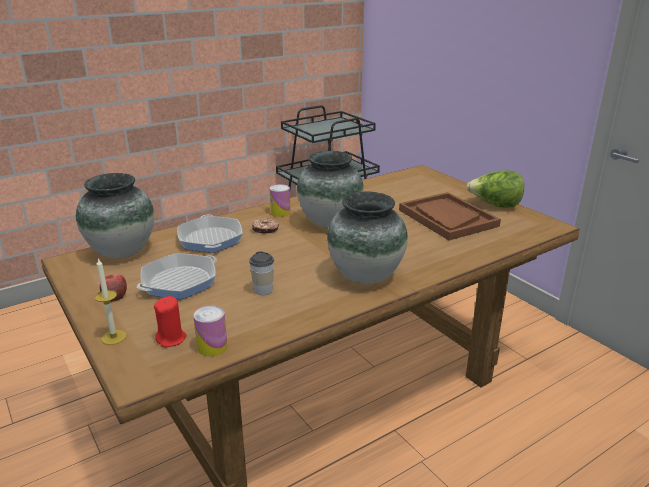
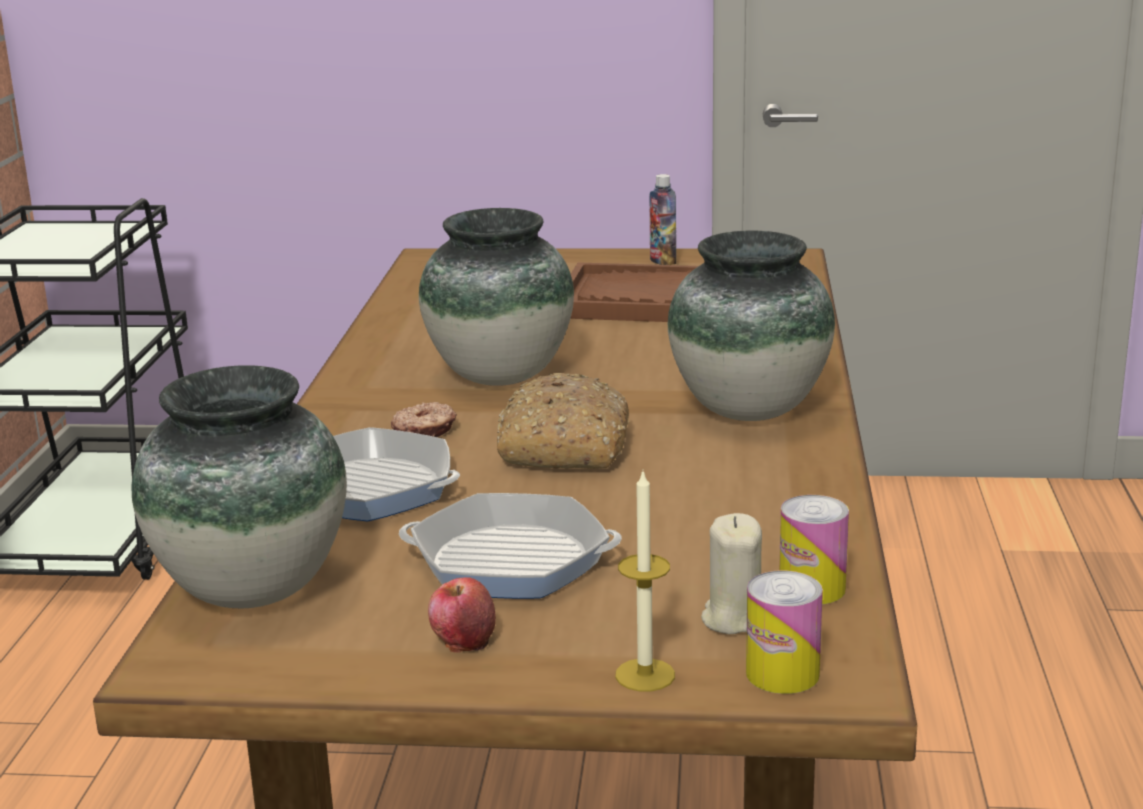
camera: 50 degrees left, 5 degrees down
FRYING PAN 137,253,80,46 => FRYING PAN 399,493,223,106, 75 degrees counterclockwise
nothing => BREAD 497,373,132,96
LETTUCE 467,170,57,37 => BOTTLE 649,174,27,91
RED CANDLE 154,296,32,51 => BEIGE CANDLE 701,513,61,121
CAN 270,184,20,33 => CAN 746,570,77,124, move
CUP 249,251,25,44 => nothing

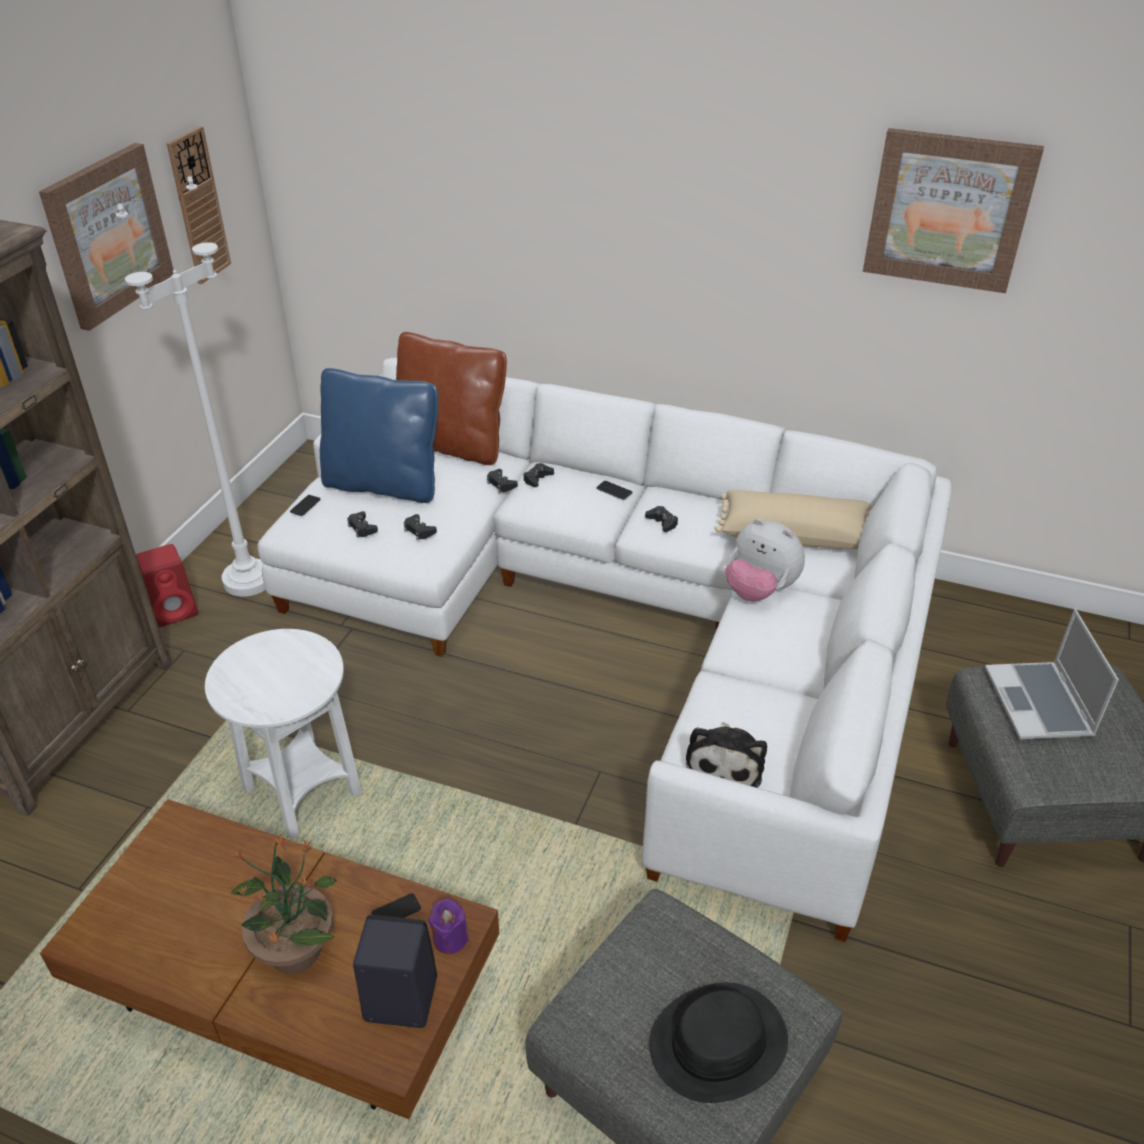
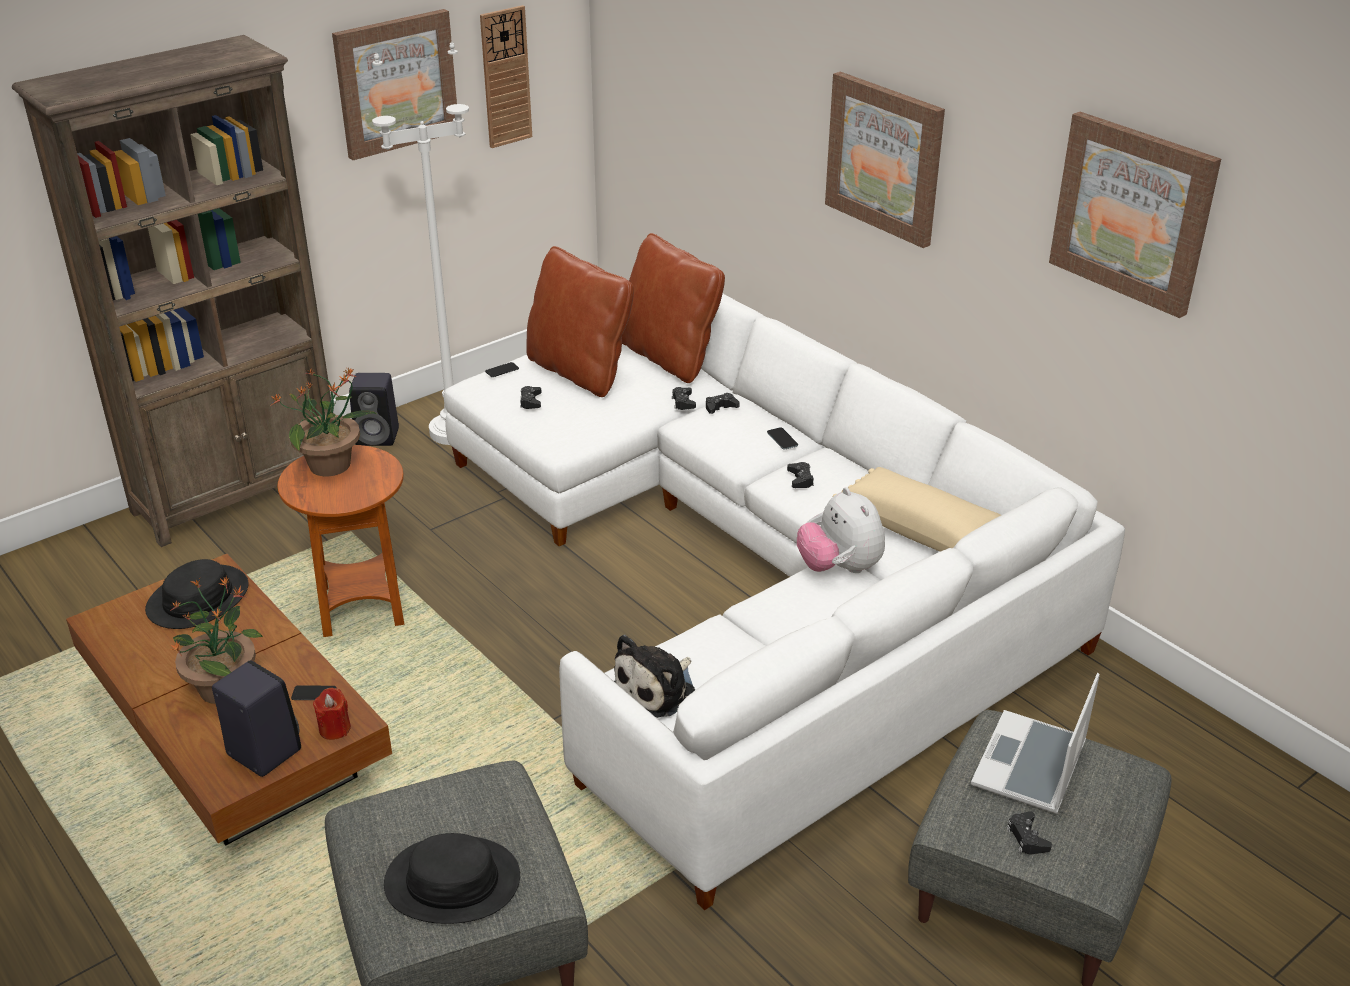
camera: 30 degrees right, 5 degrees down
nothing => BLACK HAT 145,559,104,70
nothing => POTTED PLANT 270,368,106,108
WHITE SIDE TABLE 205,629,157,211 => BROWN SIDE TABLE 277,445,127,192
PURPLE CANDLE 428,898,41,56 => RED CANDLE 313,688,38,52
RED SPEAKER 136,544,62,83 => BLACK SPEAKER 349,373,50,73
BLUE PILLOW 320,368,118,135 => BROWN PILLOW 526,246,108,151
nothing => PICTURE 825,72,120,176
BLACK GAME CONTROLLER 404,514,33,26 => BLACK GAME CONTROLLER 1006,811,46,43, move

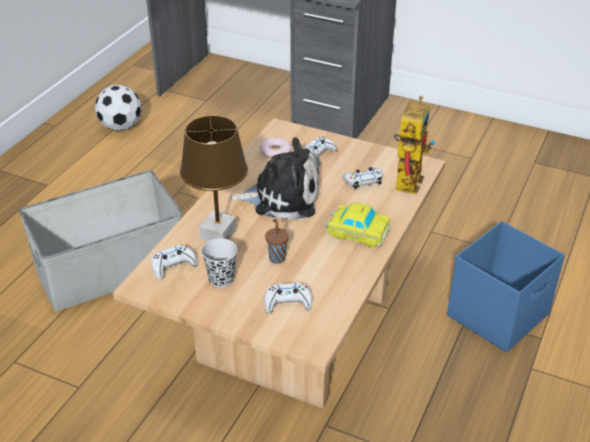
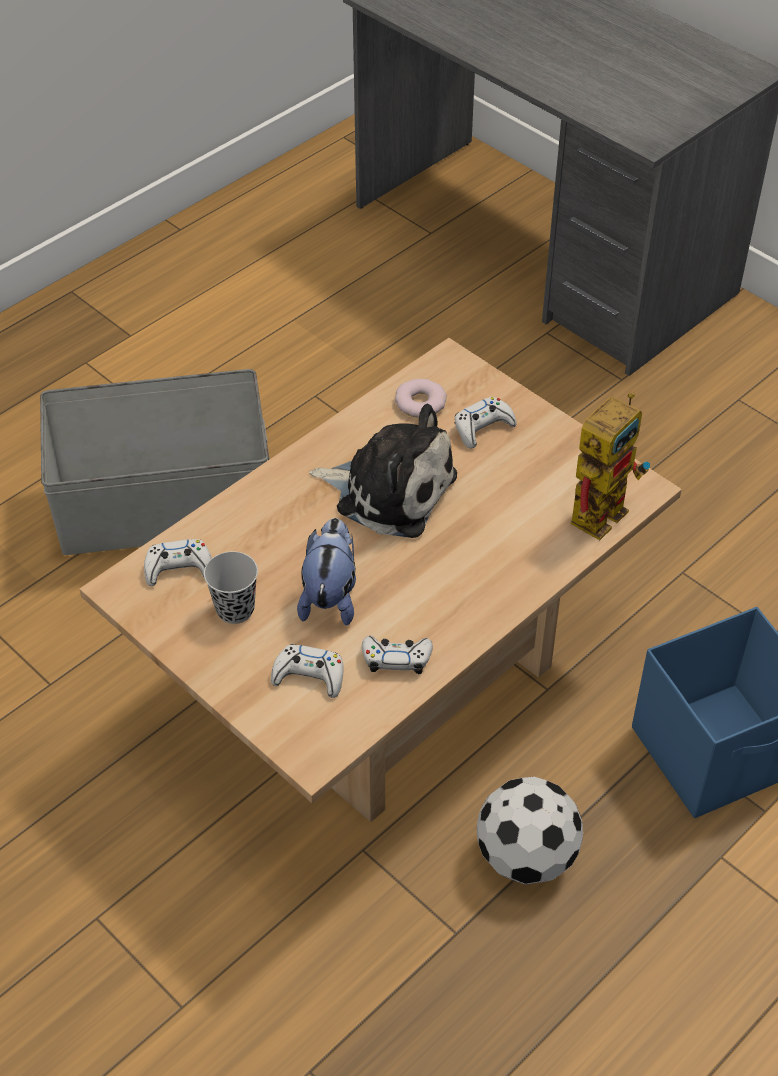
camera: 20 degrees right, 10 degrees up
BROWN CUP 265,219,24,45 => PLUSH TOY 297,518,59,108
WHITE GAME CONTROLLER 342,167,41,22 => WHITE GAME CONTROLLER 362,636,71,38, move
FOOTBALL 95,85,47,46 => FOOTBALL 477,777,106,107, move
BROWN TABLE LAMP 180,116,68,126 => nothing
TOY CAR 324,202,66,46 => nothing

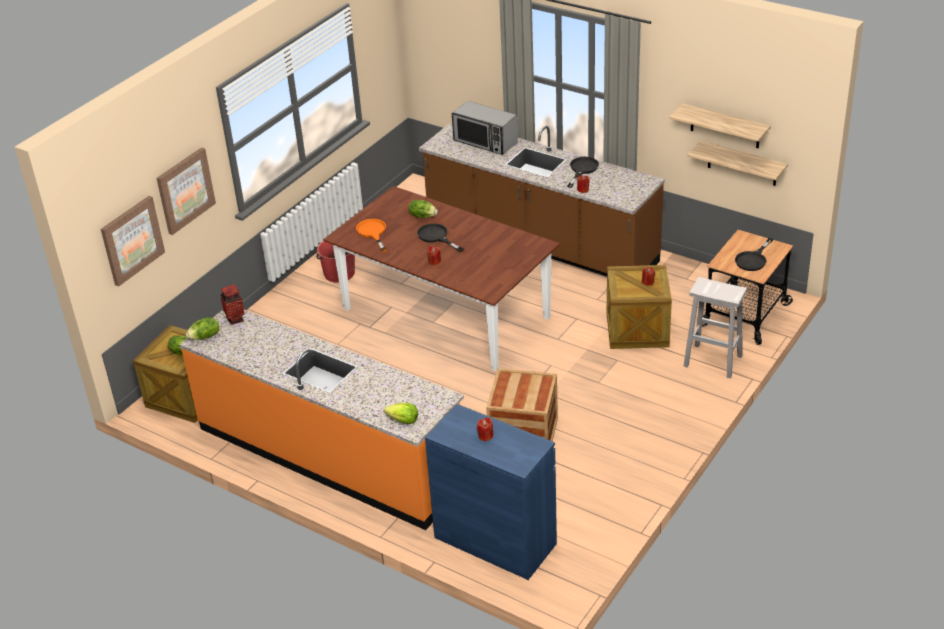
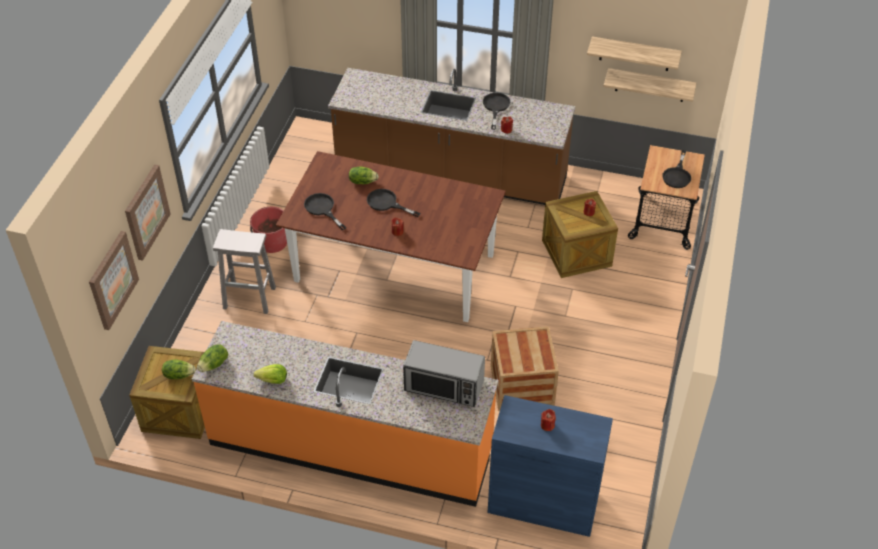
camera: 20 degrees left, 10 degrees up
WHITE STOOL 684,277,63,102 => WHITE STOOL 213,229,63,85, move
LETTUCE 384,403,34,21 => LETTUCE 253,364,34,20, move
ORANGE FRYING PAN 356,219,31,33 => BLACK FRYING PAN 304,193,42,37
MICROWAVE 452,101,66,54 => MICROWAVE 403,340,82,67, move
VASE 220,284,25,41 => nothing

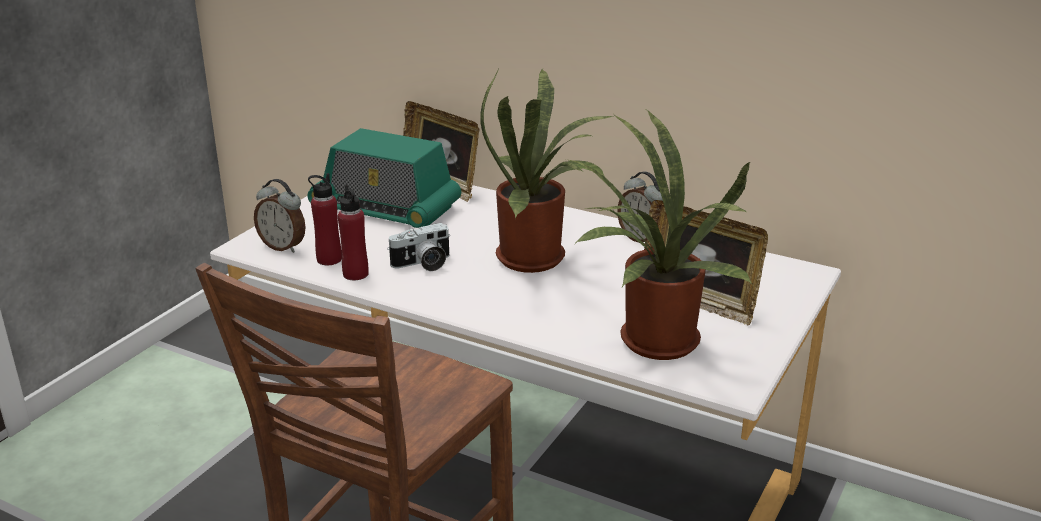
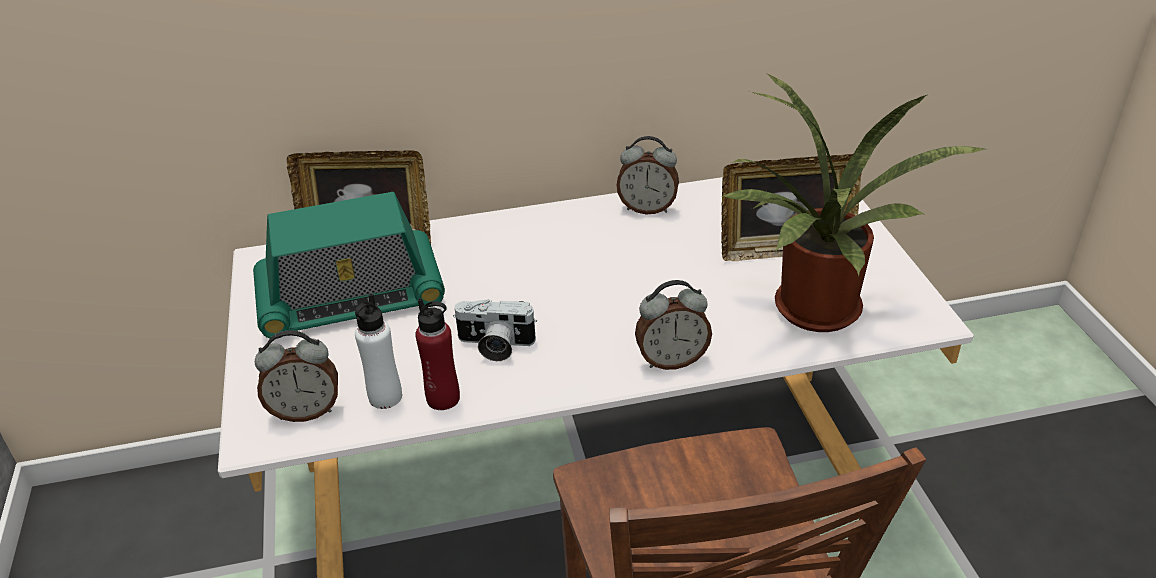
camera: 40 degrees left, 10 degrees up
RED BOTTLE 308,173,34,92 => WHITE BOTTLE 355,294,47,115
PHOTO CAMERA 387,223,63,48 => PHOTO CAMERA 453,299,84,62, 75 degrees clockwise
nothing => ALARM CLOCK 635,280,77,90
POTTED PLANT 480,69,136,204 => nothing

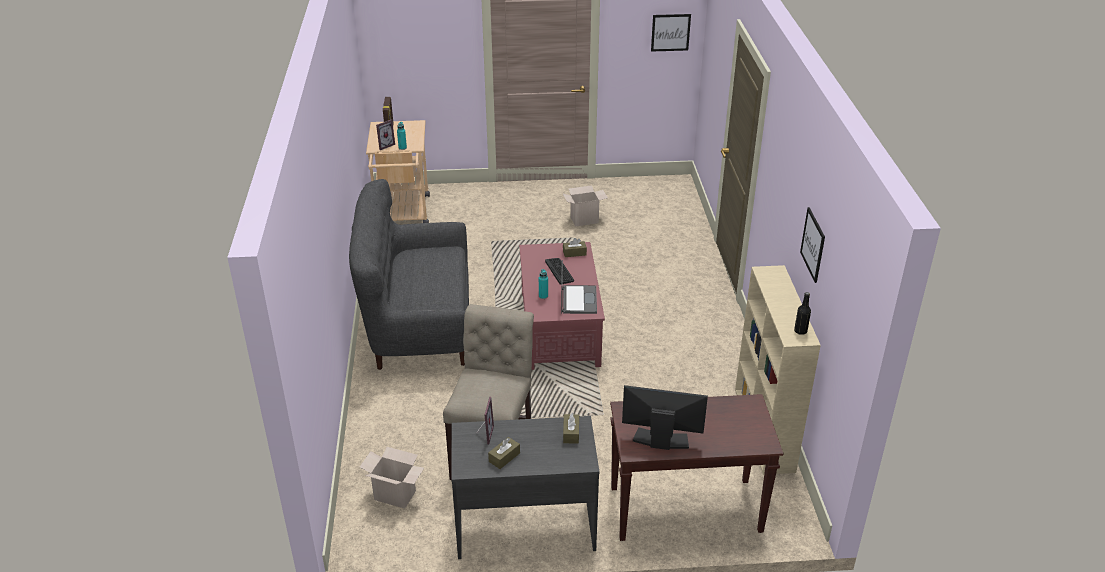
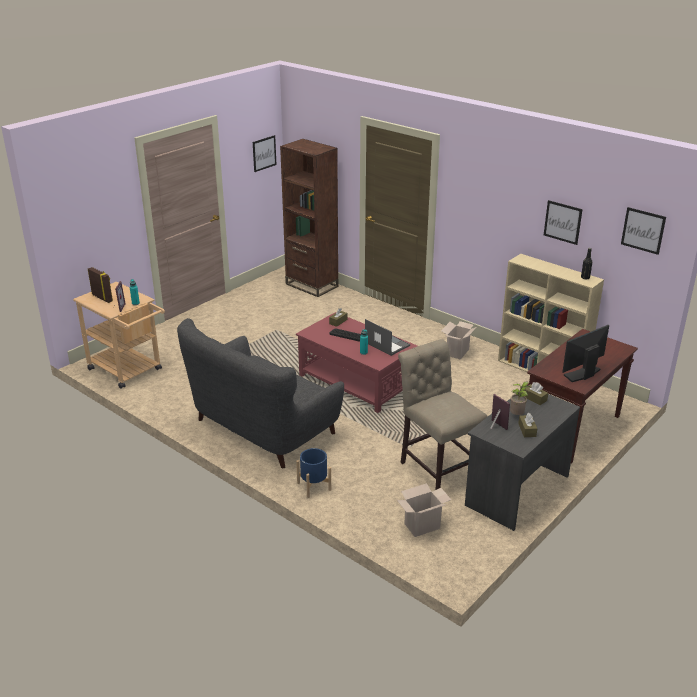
camera: 45 degrees left, 5 degrees down
nothing => BROWN BOOKCASE 280,139,59,158
nothing => BLUE PLANTER 296,448,35,50
CARDBOARD BOX 563,185,45,42 => CARDBOARD BOX 441,321,36,39, move
nothing => POTTED PLANT 510,382,20,33
nothing => PICTURE 621,207,45,48

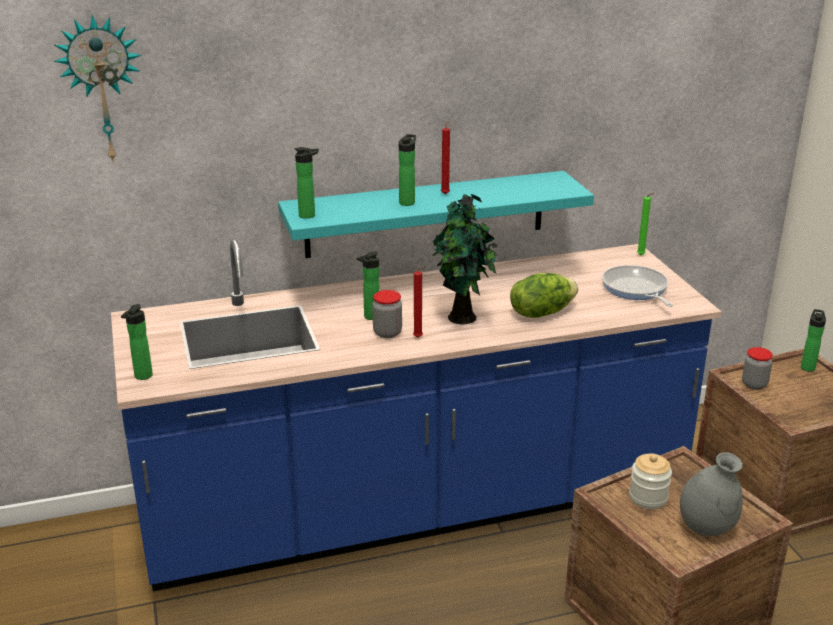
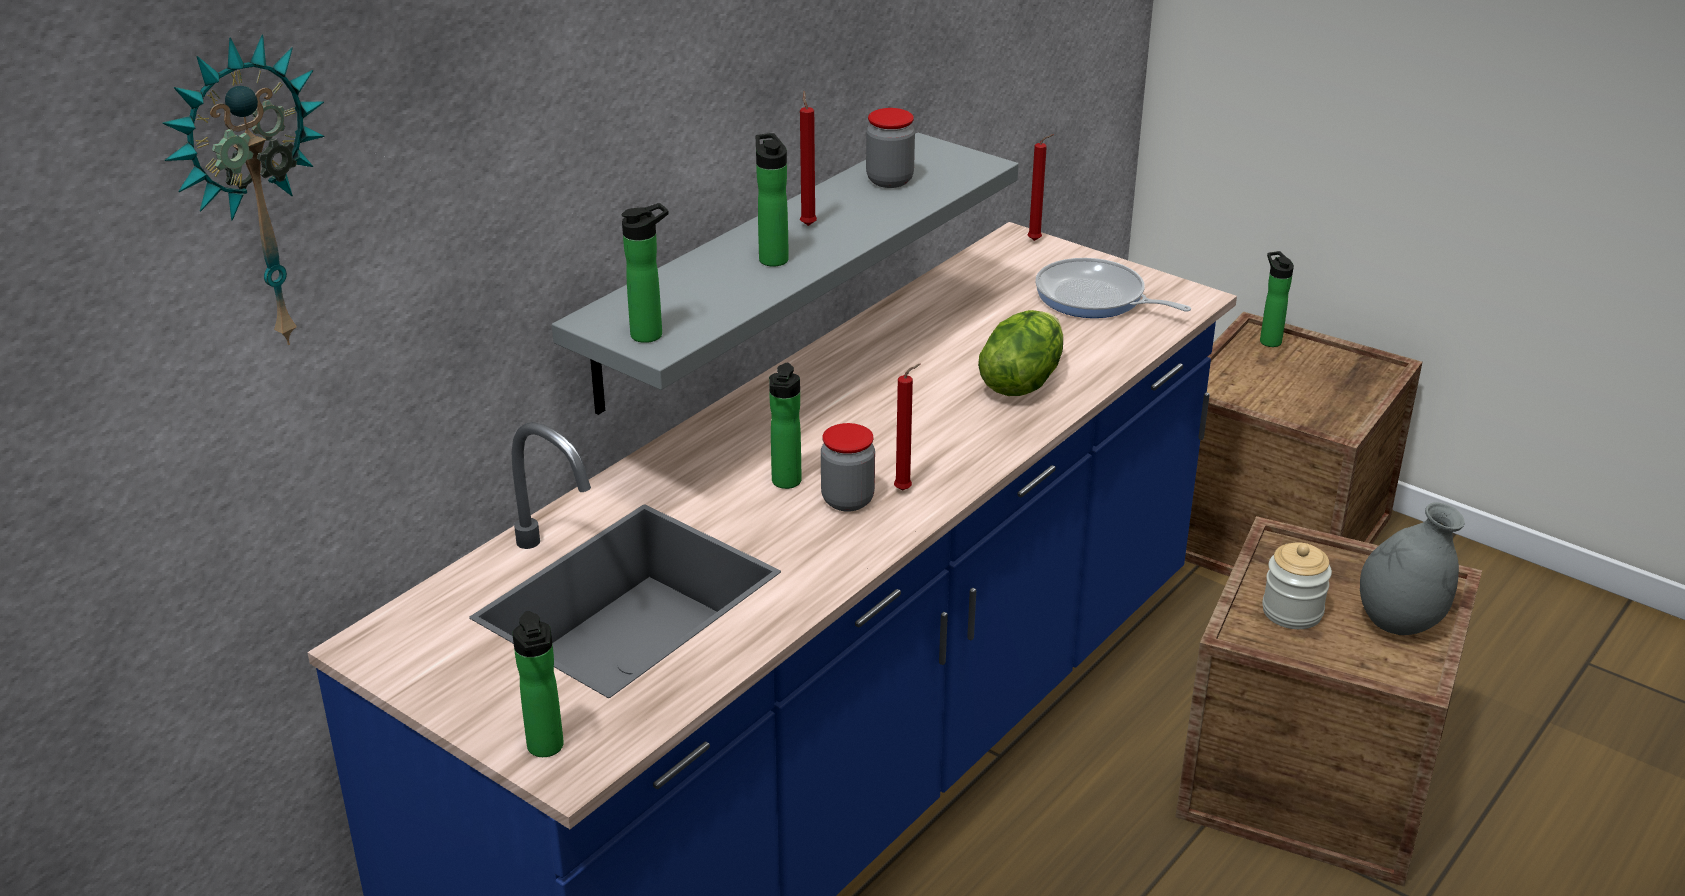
camera: 35 degrees left, 5 degrees up
TURQUOISE SHELF 278,171,316,87 => GREY SHELF 552,133,467,282
JAR 742,347,31,43 => JAR 866,108,49,80, move
GREEN CANDLE 637,193,17,62 => RED CANDLE 1028,134,26,107
POTTED PLANT 432,194,66,130 => nothing

